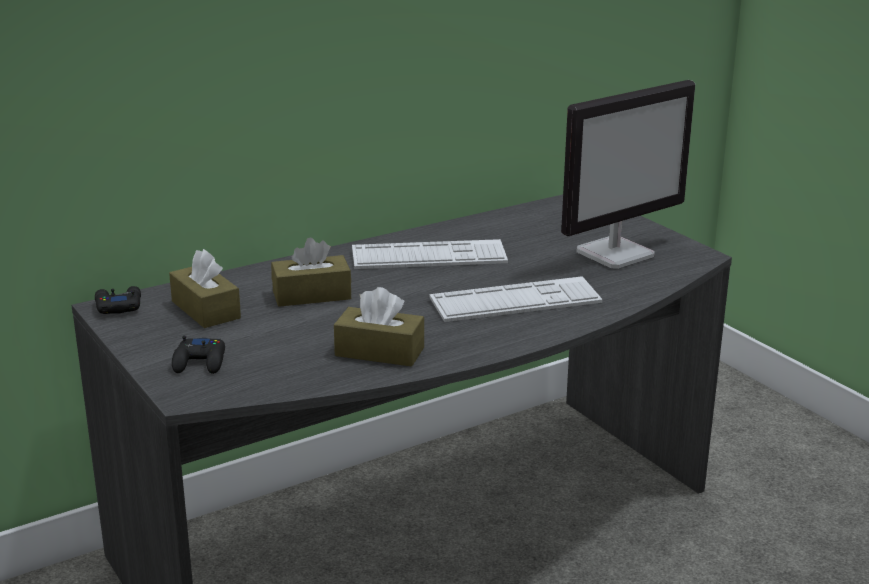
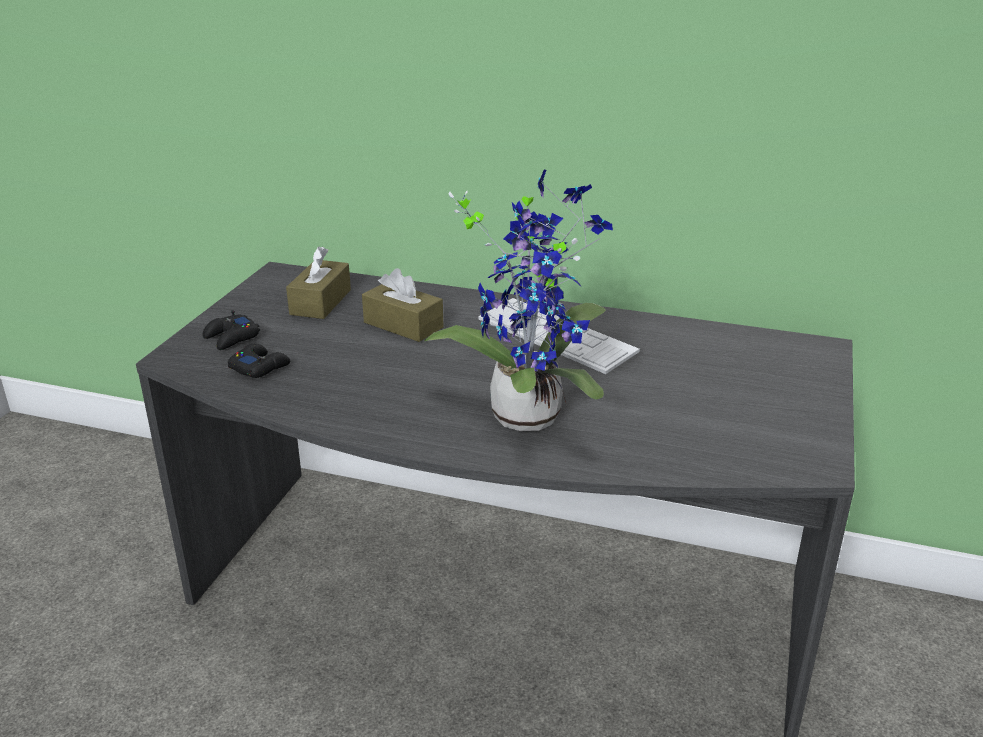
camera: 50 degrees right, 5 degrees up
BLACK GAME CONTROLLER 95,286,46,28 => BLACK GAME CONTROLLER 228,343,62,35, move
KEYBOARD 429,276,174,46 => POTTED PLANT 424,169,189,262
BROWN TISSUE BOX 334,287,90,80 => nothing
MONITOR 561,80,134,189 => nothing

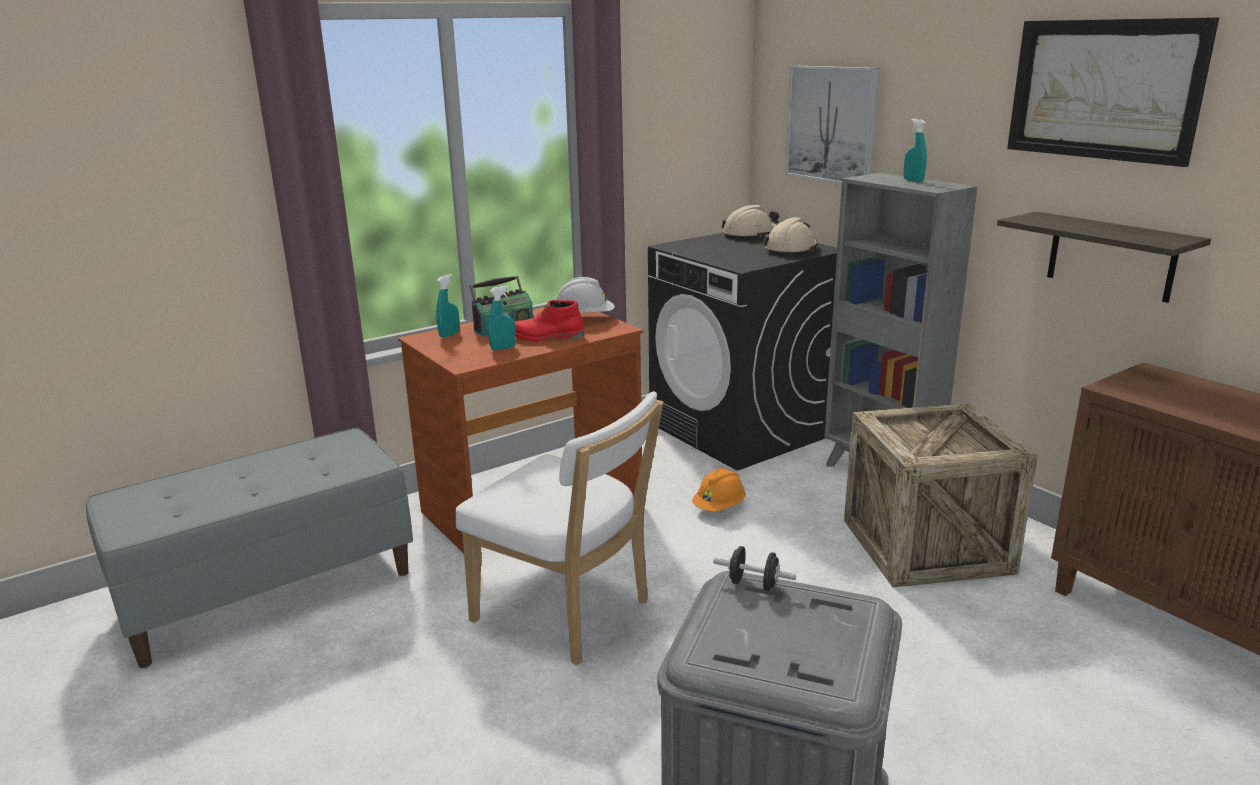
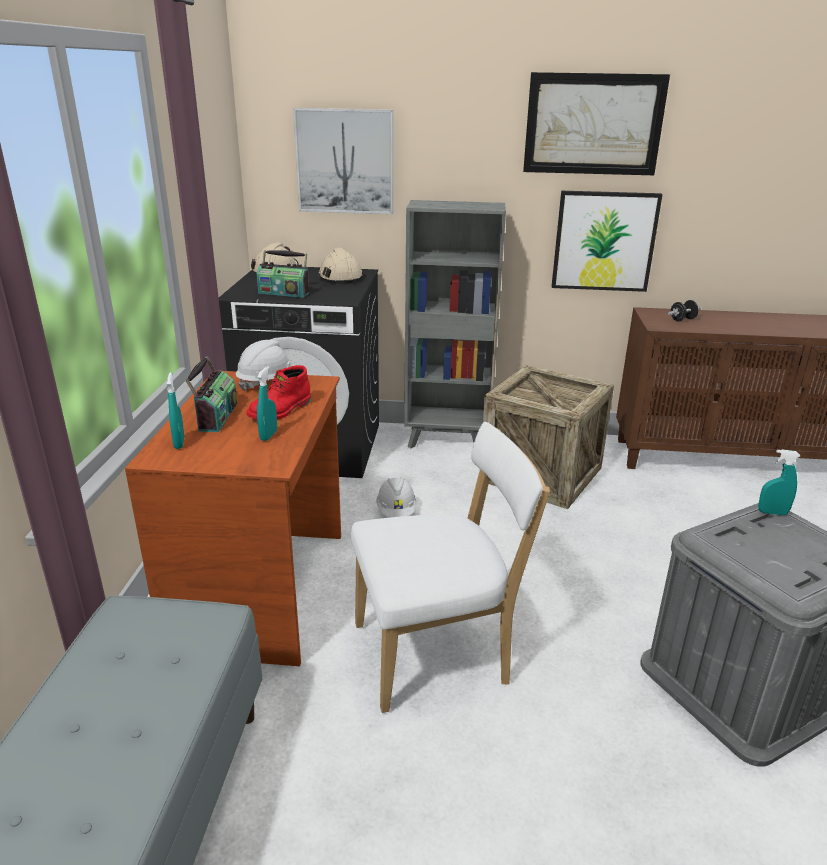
camera: 50 degrees left, 5 degrees up
nothing => RADIO 256,250,53,48
ORANGE HARD HAT 692,468,54,43 => WHITE HARD HAT 376,477,40,40
SHELF 997,211,214,92 => PICTURE 552,191,111,101
BLACK DUMBBELL 713,546,83,45 => BLACK DUMBBELL 668,300,33,21, move
TURQUOISE SPRAY BOTTLE 904,119,23,63 => TURQUOISE SPRAY BOTTLE 758,449,42,66, move

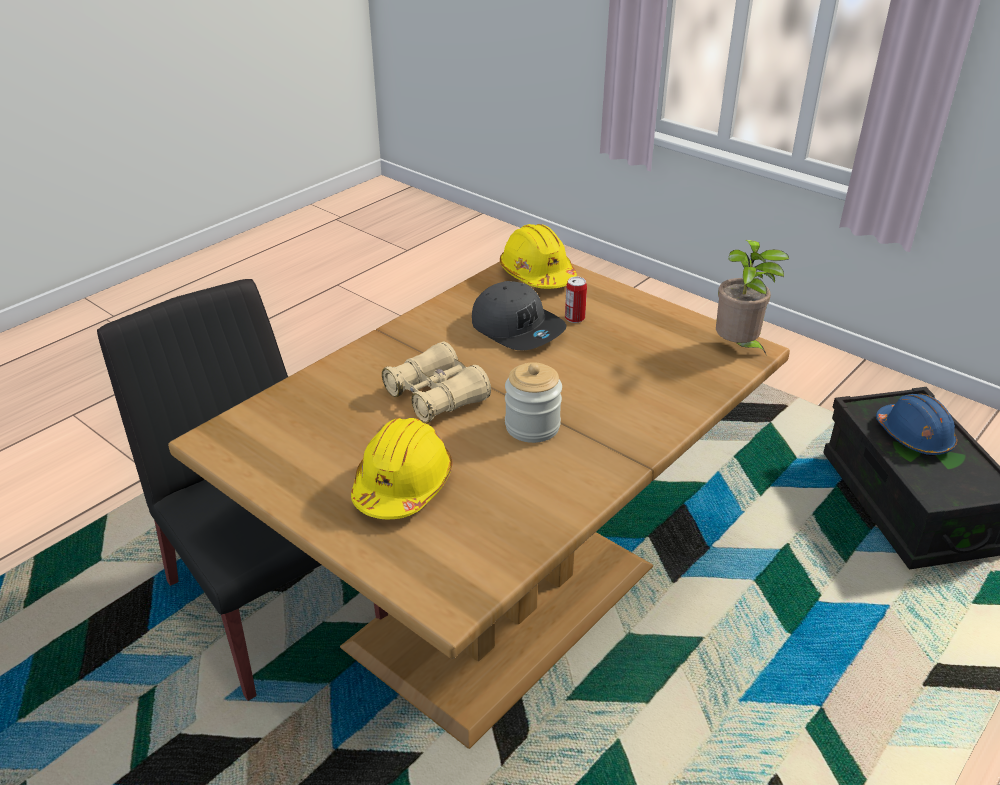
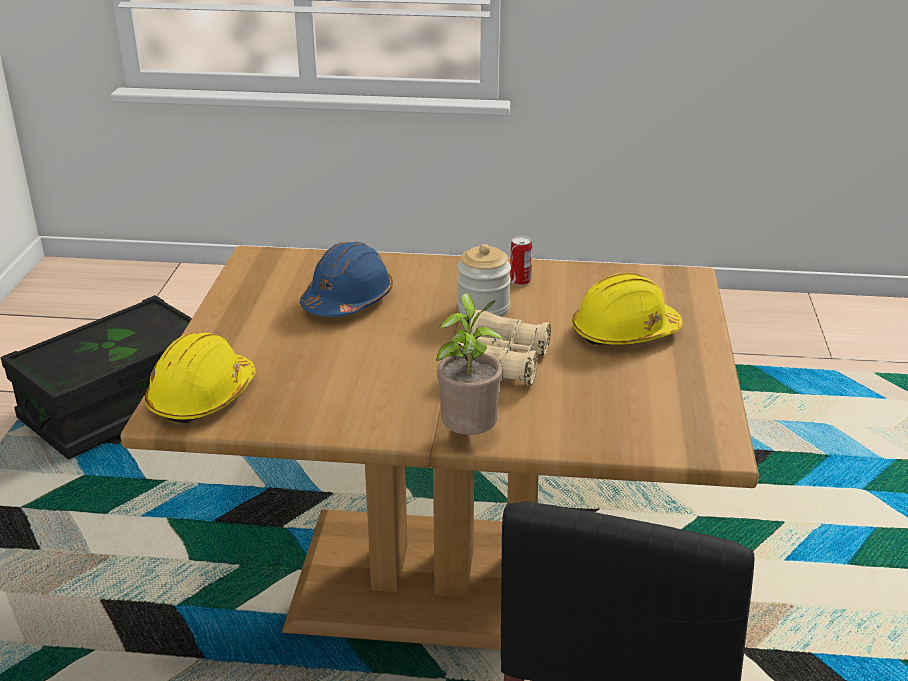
camera: 125 degrees left, 5 degrees down
BLUE HARD HAT 876,394,81,62 => BLUE HARD HAT 300,242,93,75, move
POTTED PLANT 716,240,73,116 => POTTED PLANT 436,293,68,142, move
CAN 565,277,22,46 => CAN 510,236,22,50, move
GREY CAP 472,281,95,69 => nothing

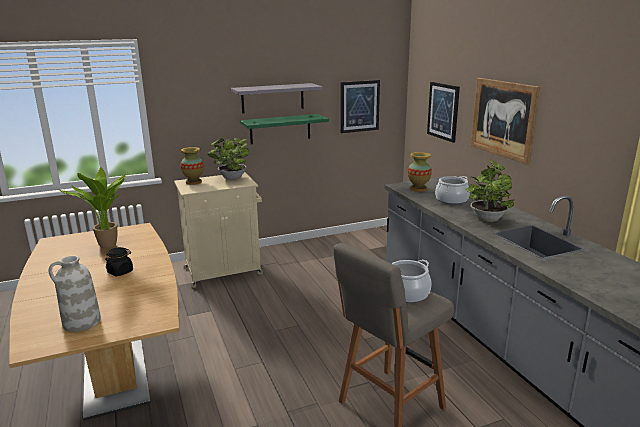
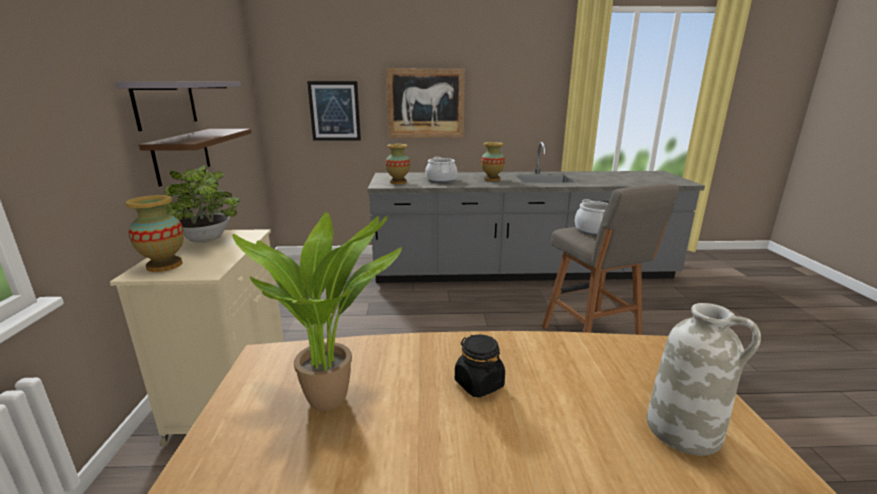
camera: 70 degrees left, 0 degrees up
GREEN SHELF 240,114,89,30 => BROWN SHELF 139,129,112,57
POTTED PLANT 465,160,49,62 => VASE 481,142,24,39
PICTURE 340,80,40,53 => nothing

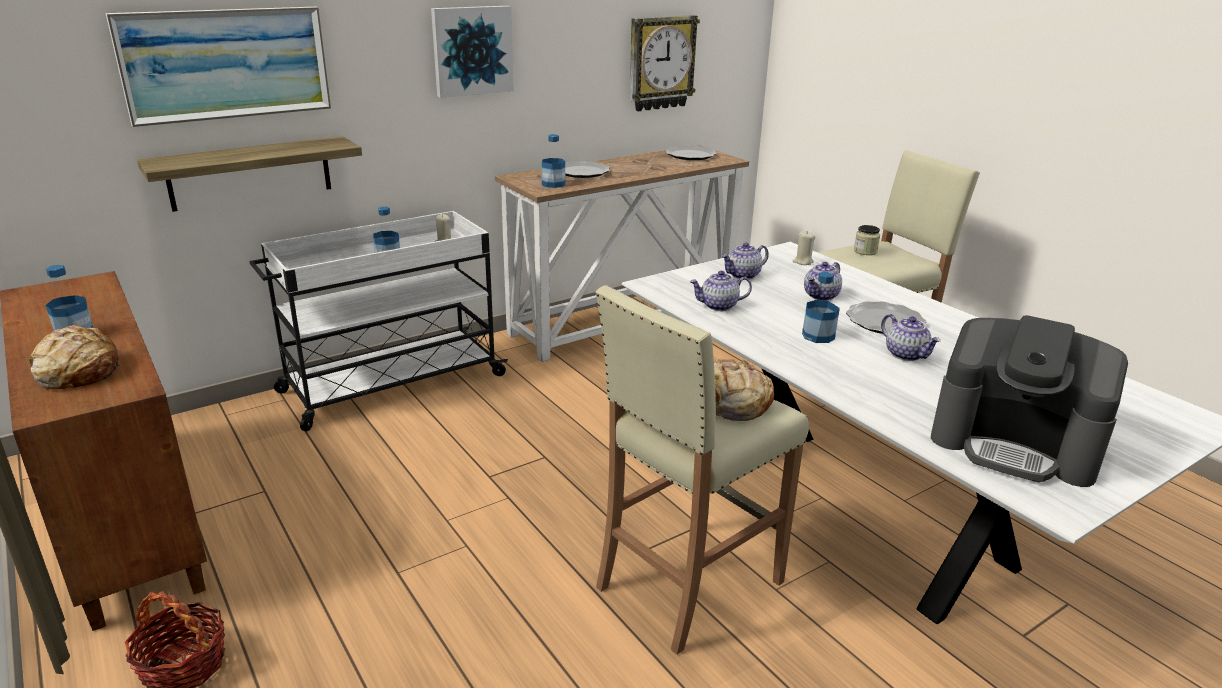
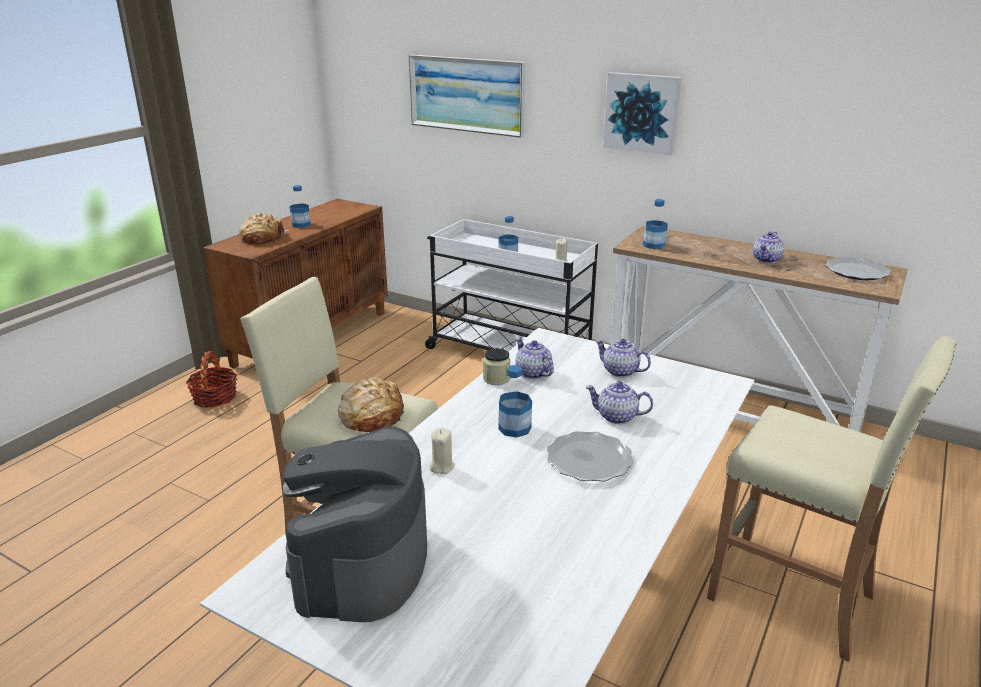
camera: 65 degrees right, 0 degrees up
BEIGE CANDLE 792,231,23,34 => BEIGE CANDLE 429,428,26,46, move
JAR 854,225,26,30 => JAR 483,348,27,37, move
TEAPOT 881,314,60,47 => TEAPOT 753,232,31,31, move
SHELF 137,136,225,76 => nothing
PLATE 565,161,45,17 => nothing
WALL CLOCK 629,15,71,96 => nothing

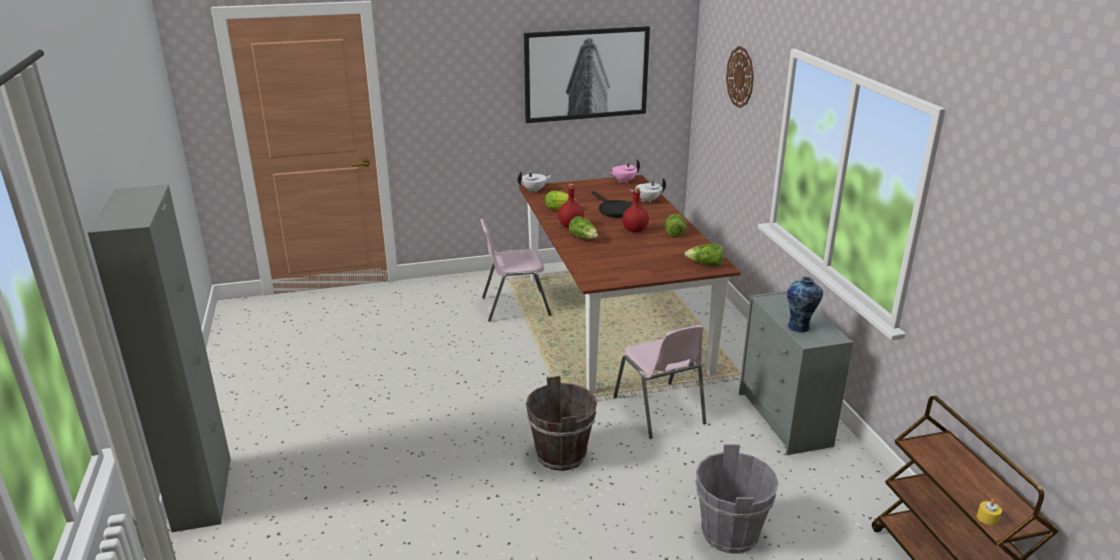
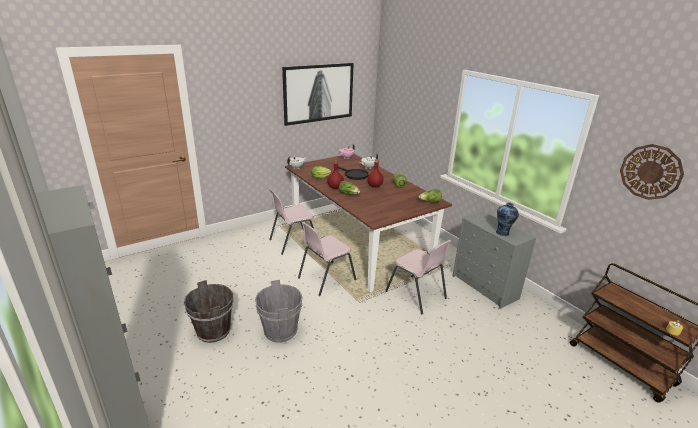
camera: 20 degrees left, 0 degrees up
BROWN BUCKET 526,376,71,95 => BROWN BUCKET 184,280,50,63, move
GREY BUCKET 695,444,83,110 => GREY BUCKET 255,280,48,63, move
nothing => PINK CHAIR 298,222,59,74
WALL CLOCK 726,46,28,62 => WALL CLOCK 620,144,64,56, move

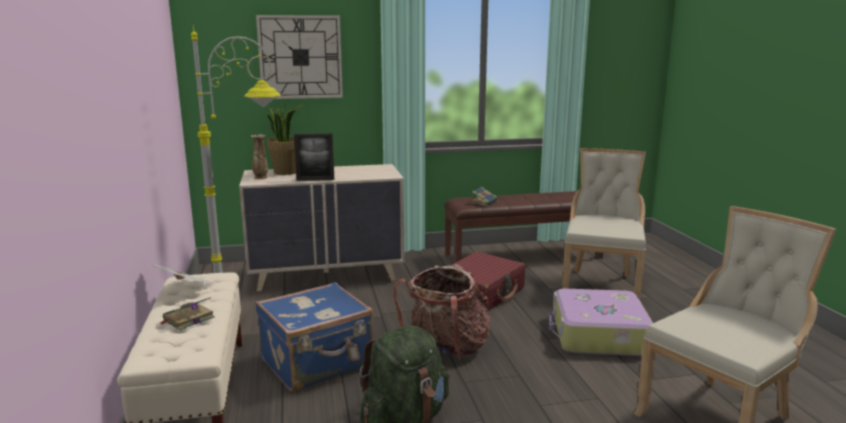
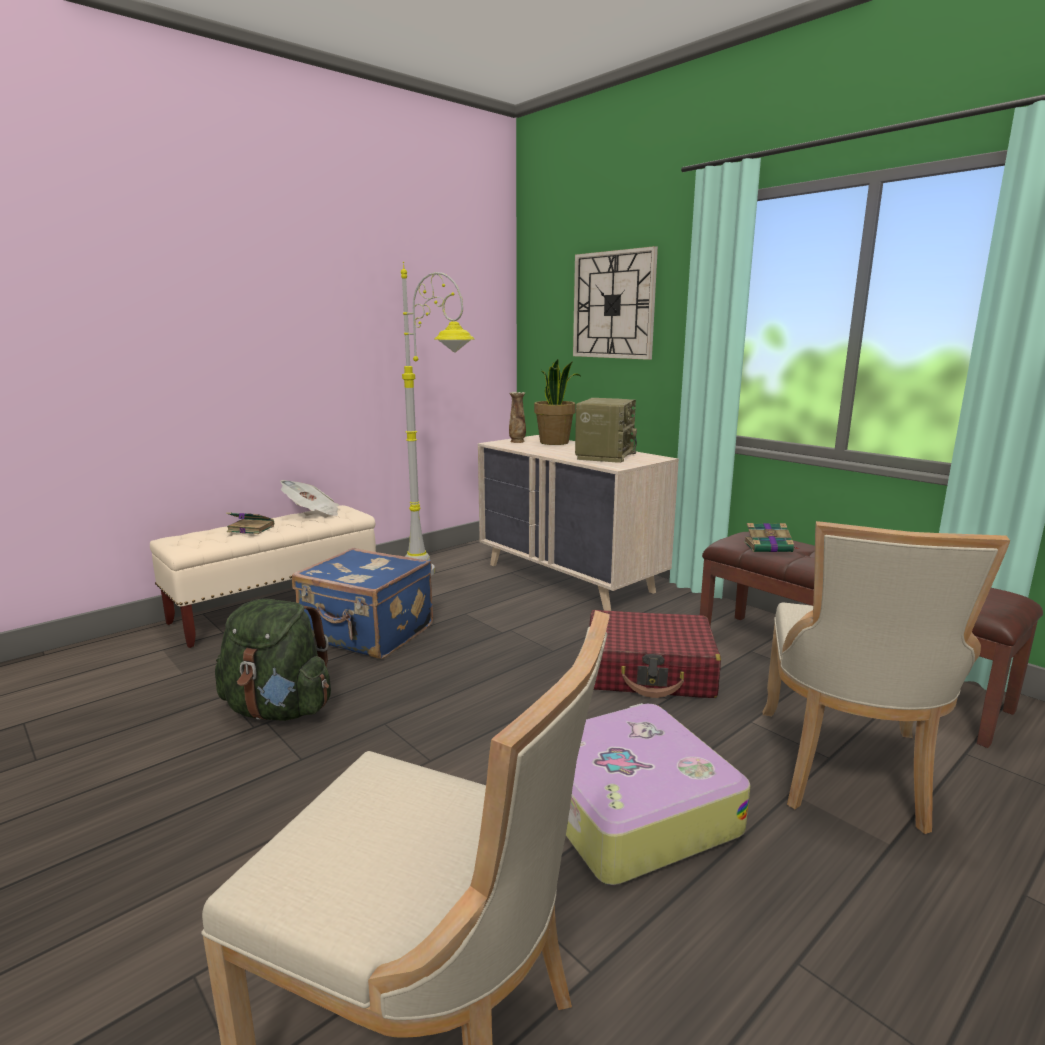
camera: 60 degrees right, 0 degrees up
nothing => RADIO 575,398,62,65
BEIGE CHAIR 562,148,84,151 => BEIGE CHAIR 763,521,247,313, 120 degrees clockwise
PICTURE FRAME 294,133,40,48 => nothing
BACKPACK 393,264,97,96 => nothing

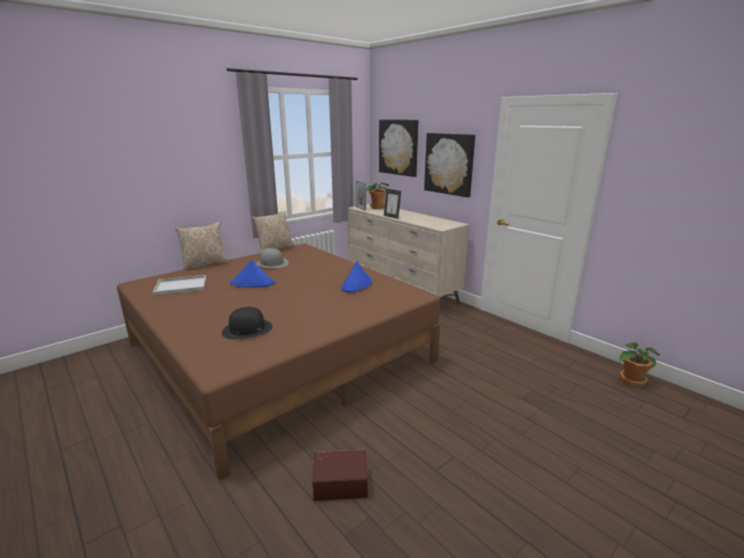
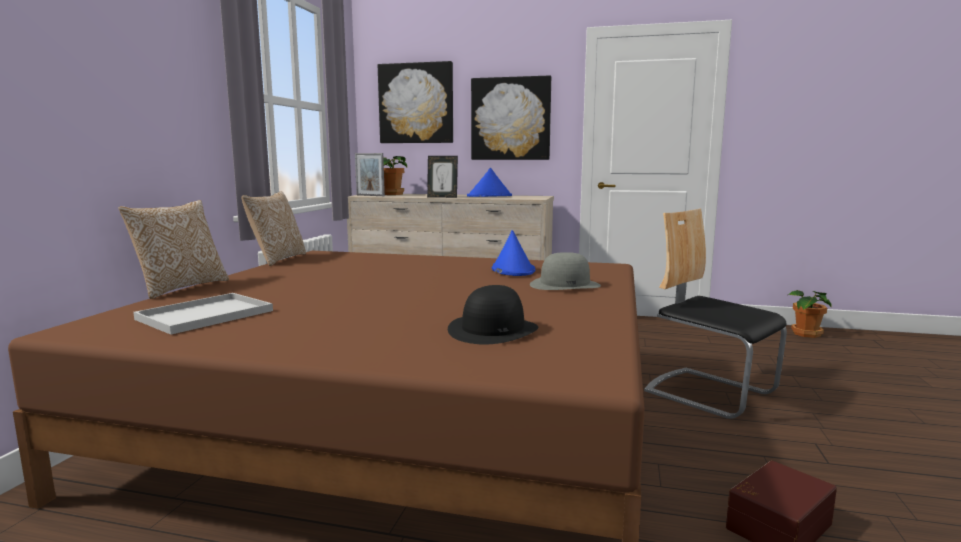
camera: 35 degrees left, 10 degrees down
BLUE HAT 230,260,45,28 => BLUE HAT 467,168,45,29, move
GREY HAT 255,248,34,20 => GREY HAT 530,252,71,38, move
nothing => CHAIR 644,208,143,211

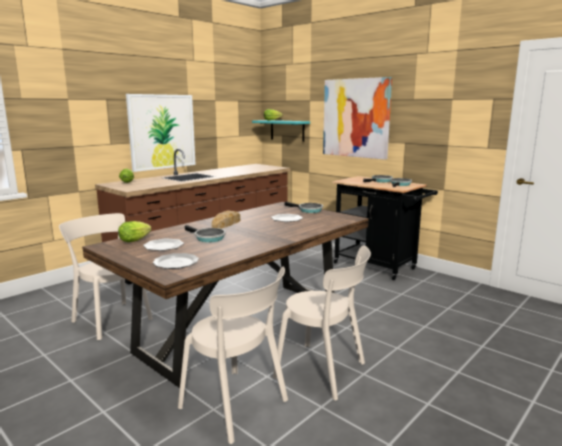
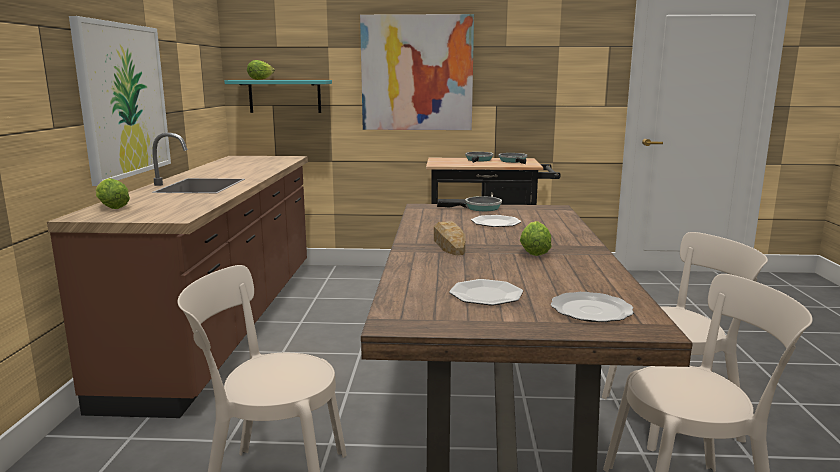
camera: 40 degrees left, 0 degrees up
LETTUCE 118,221,34,21 => LETTUCE 520,221,31,35, move
FRYING PAN 185,225,41,17 => nothing

